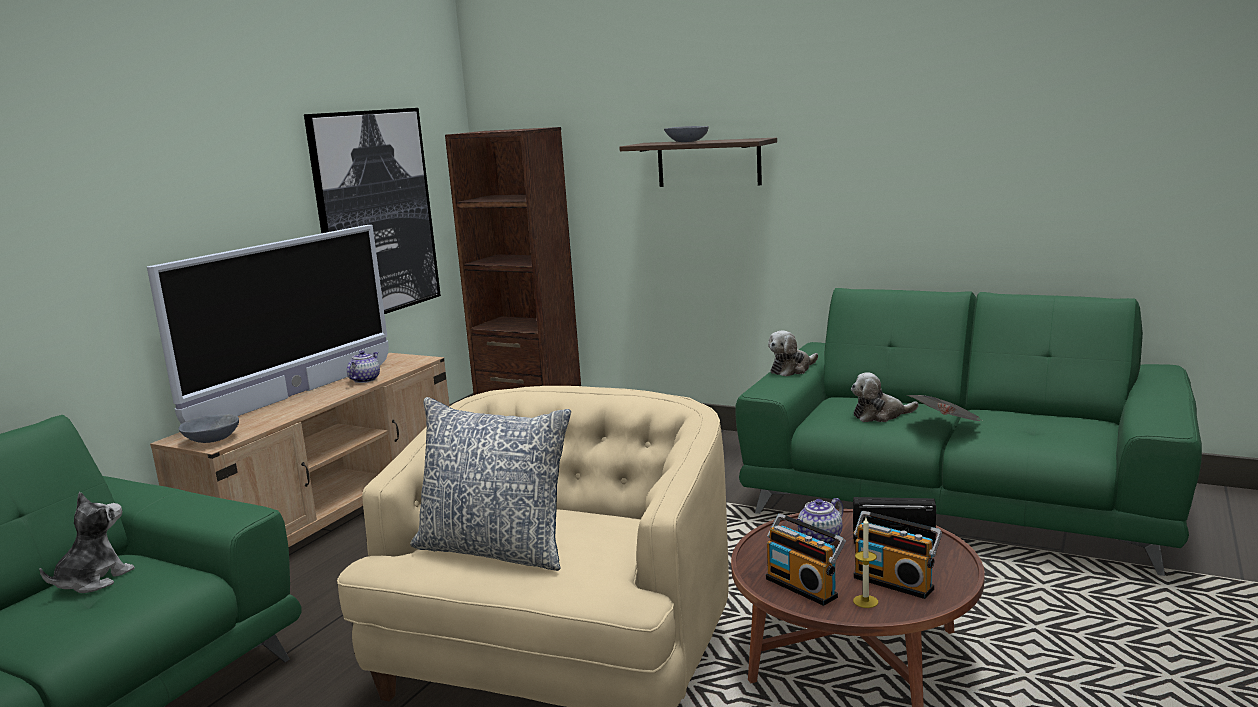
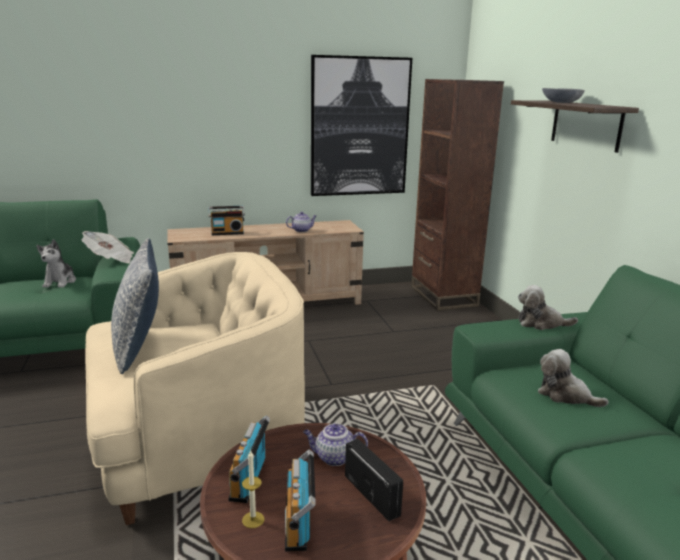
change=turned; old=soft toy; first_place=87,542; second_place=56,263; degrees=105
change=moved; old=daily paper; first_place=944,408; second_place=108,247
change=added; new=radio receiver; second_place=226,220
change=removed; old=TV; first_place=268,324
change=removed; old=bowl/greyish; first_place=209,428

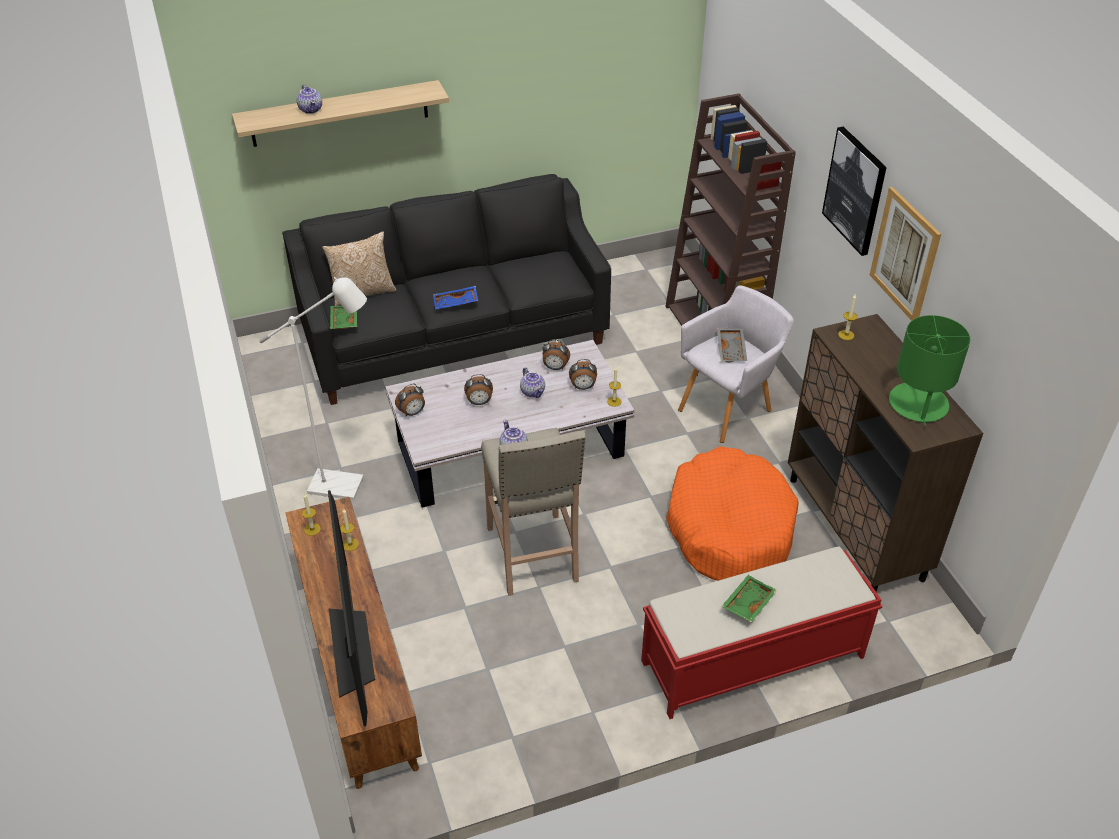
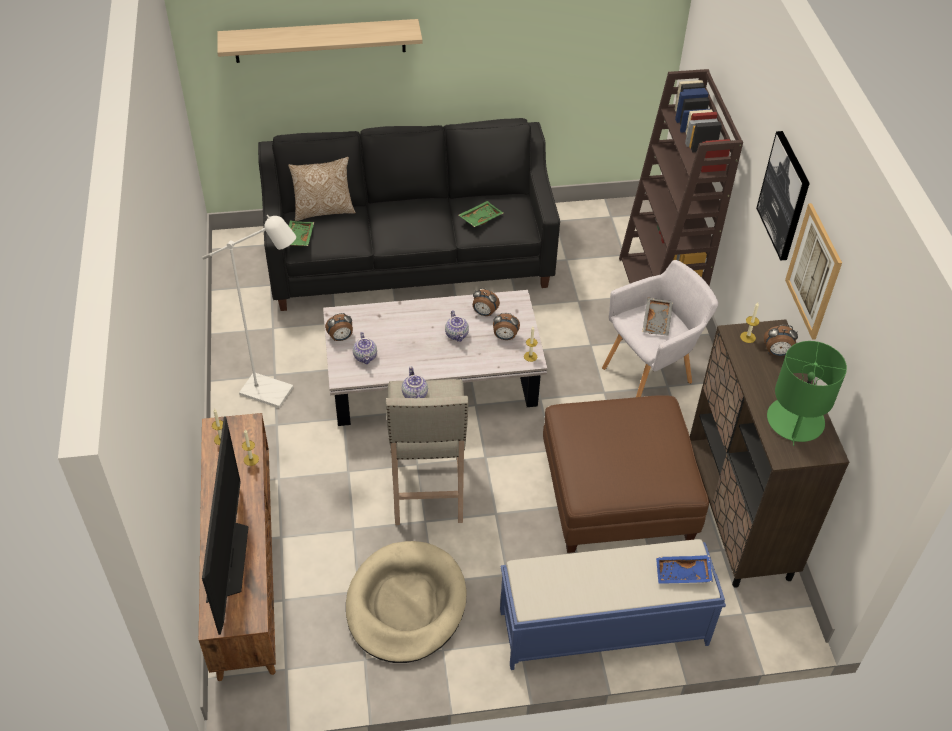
change=added; new=pet bed/sand-coloured; second_place=406,602
change=moved; old=pot for tea; first_place=309,99; second_place=365,348
change=moved; old=carrying tray/green-coloured; first_place=749,598; second_place=481,214
change=recoloured; old=indoor bench/reddish; new=indoor bench/blue-coloured; first_place=761,633; second_place=613,604
change=replaced; old=pet bed/orange; new=footrest/brown; first_place=732,513; second_place=626,474
change=moved; old=carrying tray/blue-coloured; first_place=455,297; second_place=684,569
change=moved; old=alarm clock; first_place=478,389; second_place=781,340

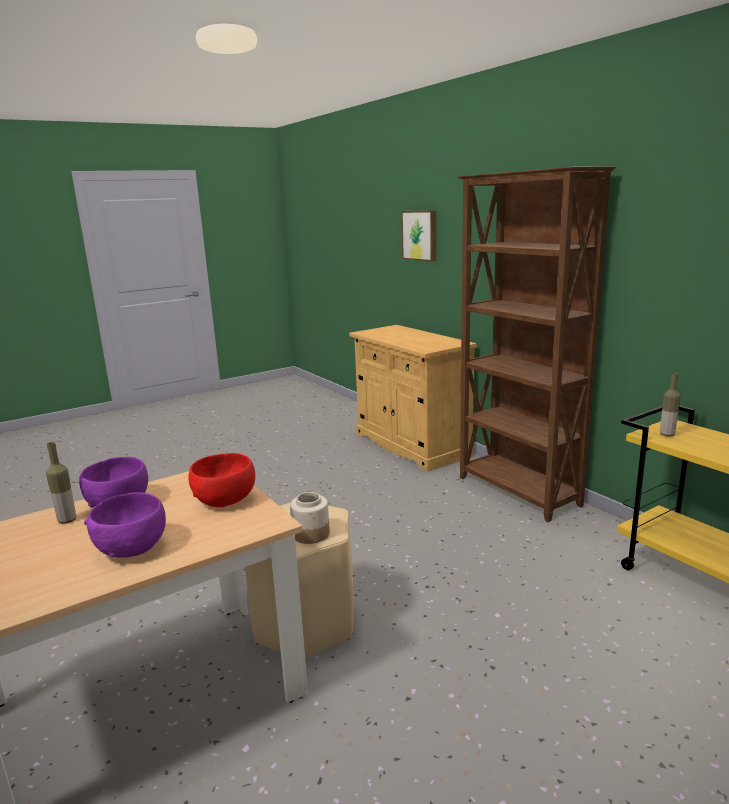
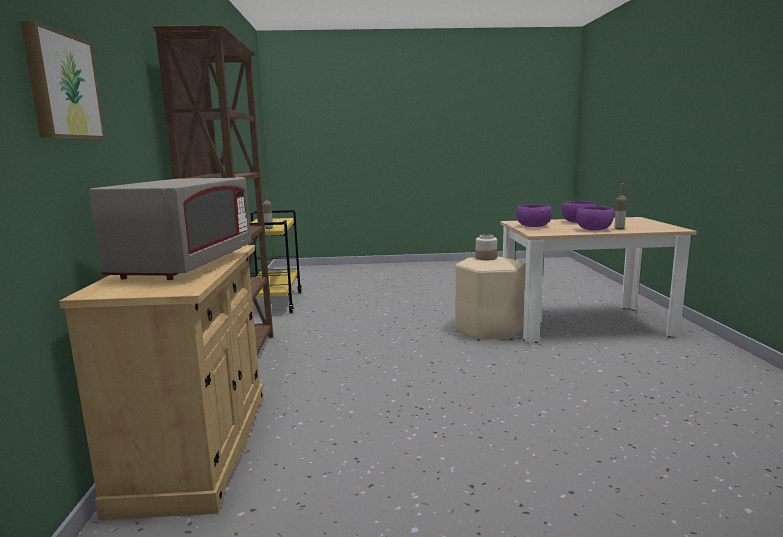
change=added; new=microwave/greyish; second_place=170,228
change=recoloured; old=bowl/reddish; new=bowl/purple-coloured; first_place=221,480; second_place=534,215

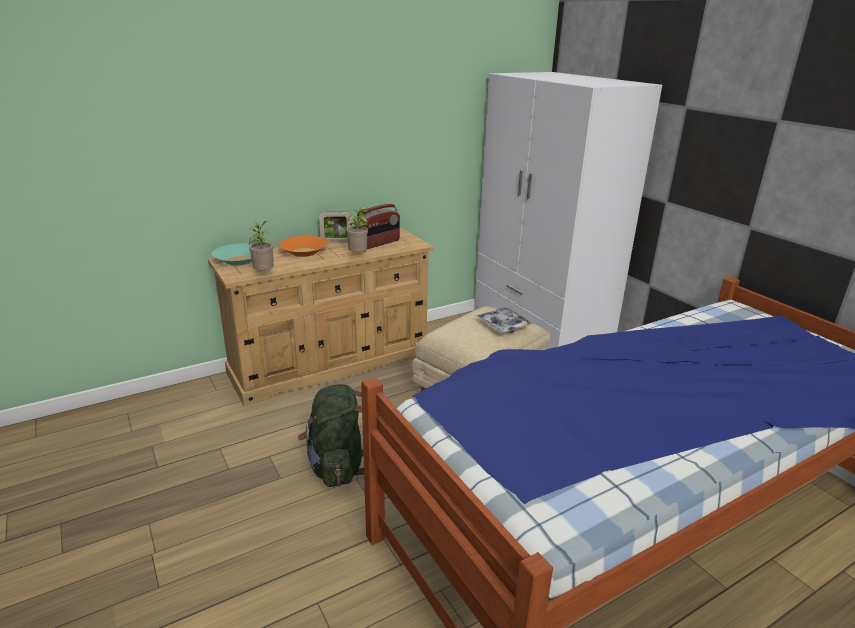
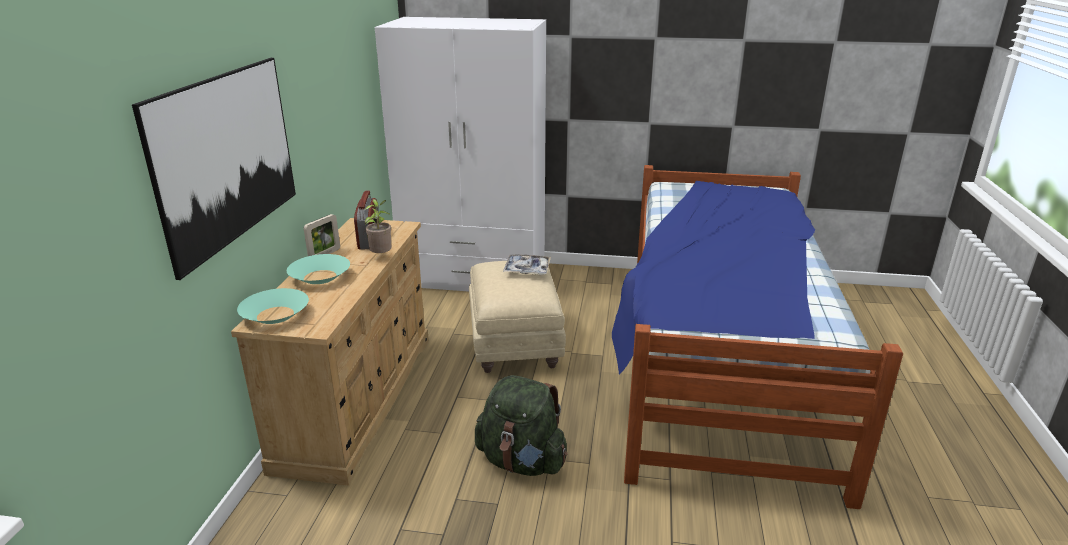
change=added; new=picture; second_place=214,169
change=recoloured; old=bowl/orange; new=bowl/turquoise; first_place=303,246; second_place=318,269
change=removed; old=plant in a pot; first_place=261,246

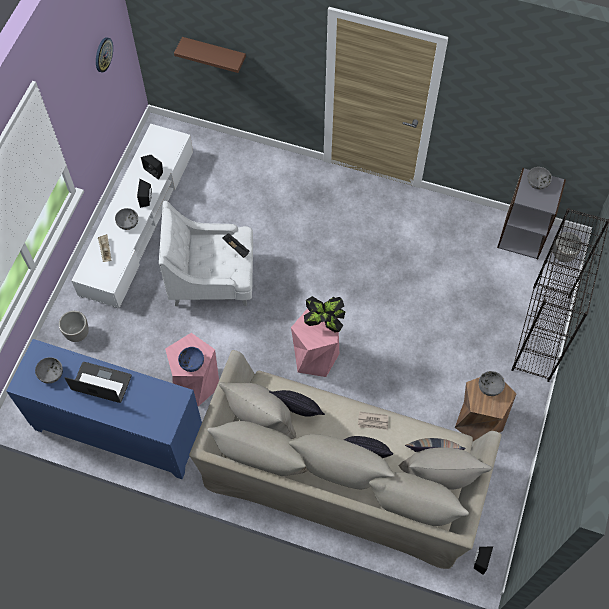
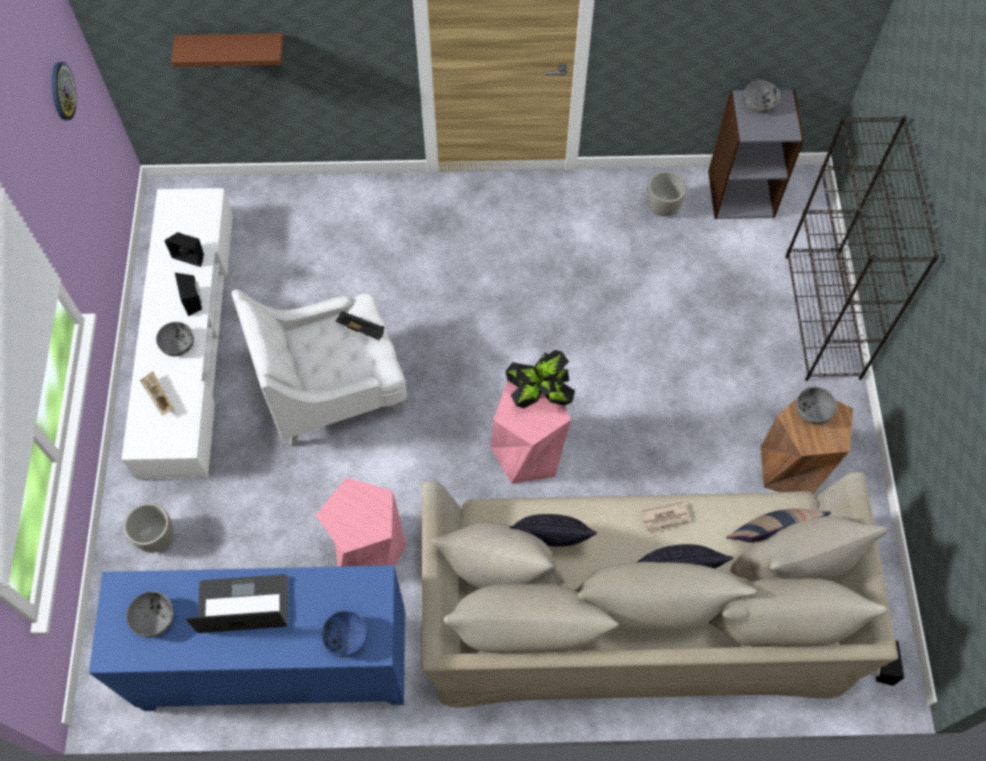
change=moved; old=bowl/blue-coloured; first_place=191,359; second_place=344,634
change=moved; old=plant pot; first_place=567,247; second_place=667,193

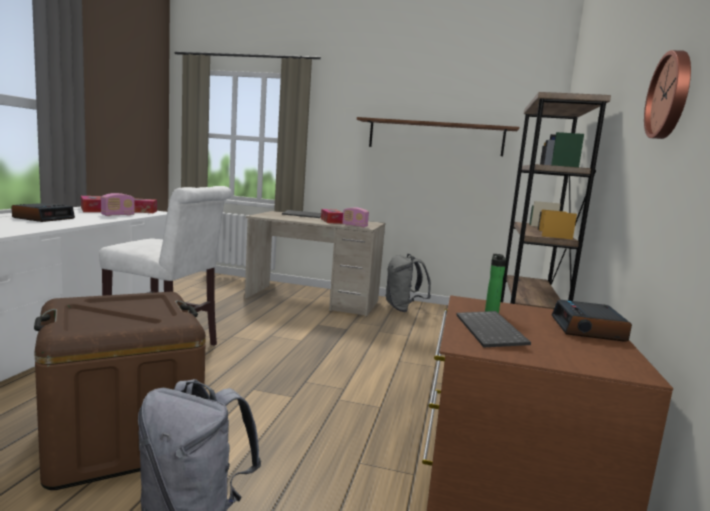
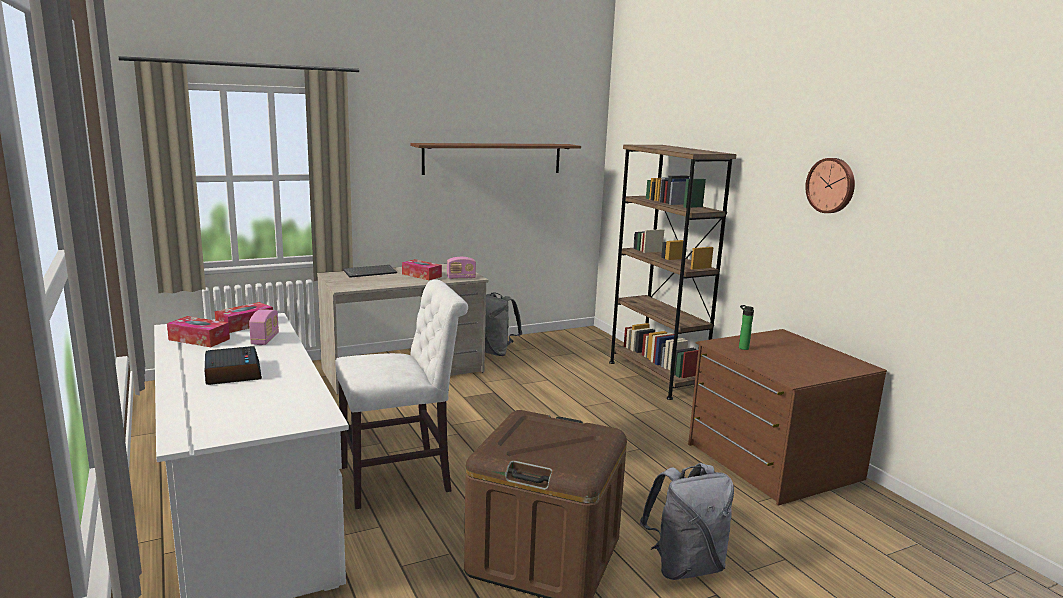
change=removed; old=computer keyboard; first_place=493,329
change=removed; old=alarm clock; first_place=592,320

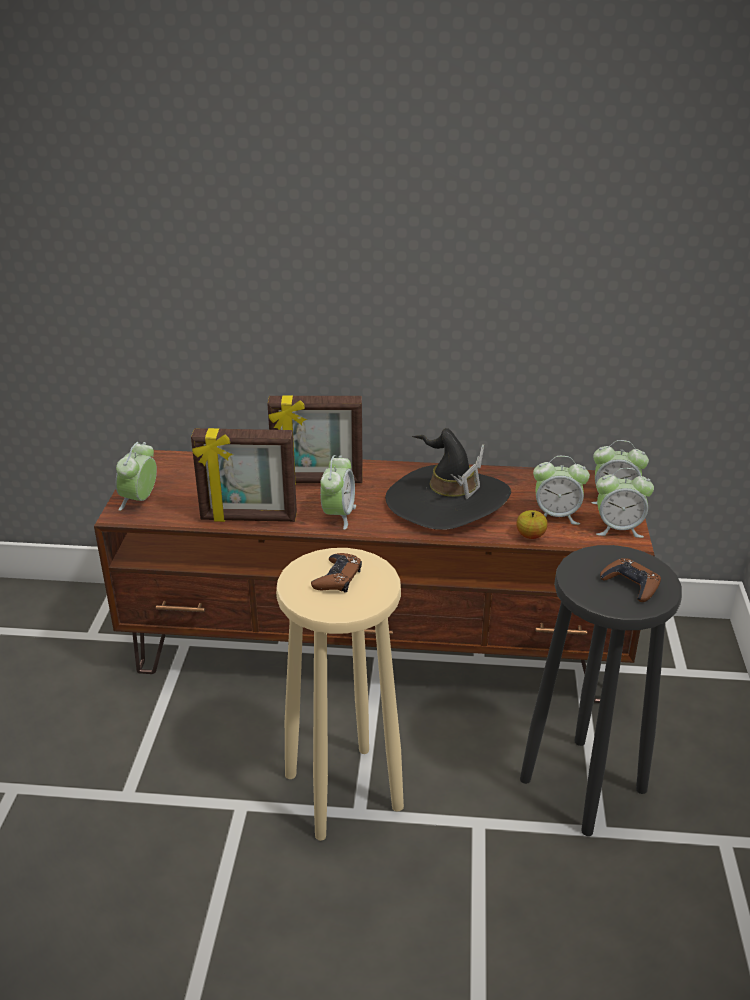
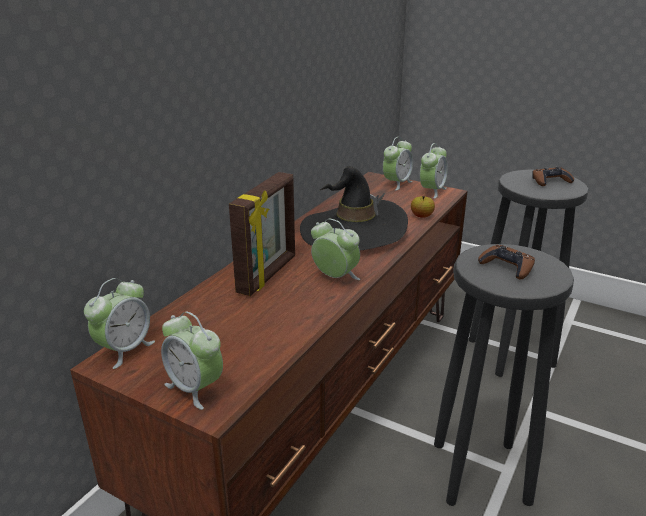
change=moved; old=alarm clock; first_place=561,490; second_place=119,323
change=recoloured; old=stool seat/sand-coloured; new=stool seat/black; first_place=340,694; second_place=504,375
change=removed; old=photo frame; first_place=244,475

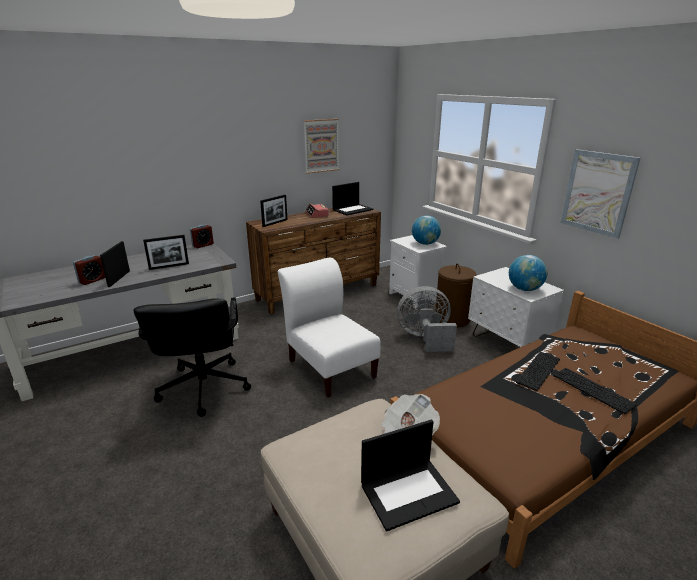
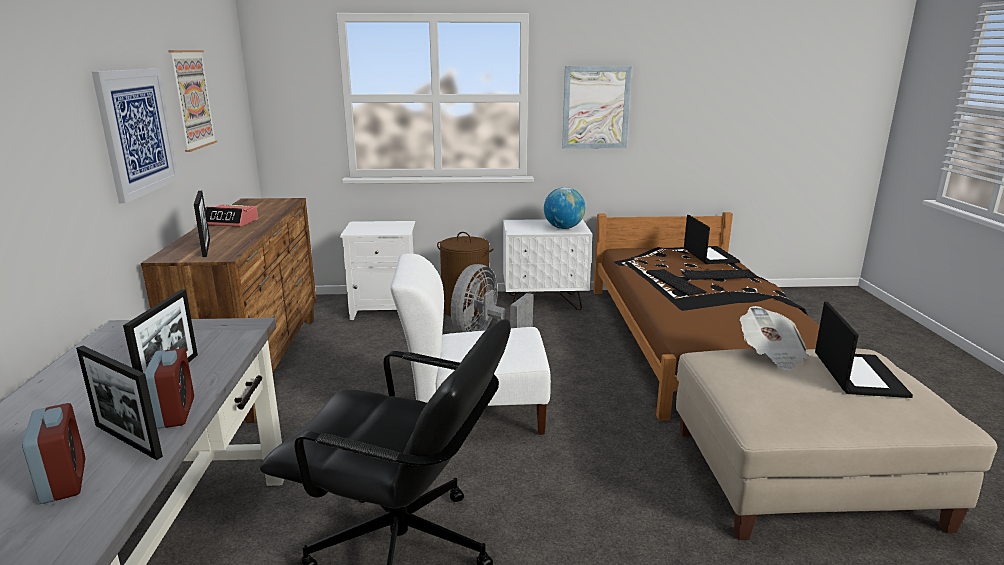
change=added; new=picture; second_place=135,135
change=moved; old=alarm clock; first_place=202,236; second_place=169,388
change=moved; old=laptop; first_place=353,199; second_place=712,239
change=removed; old=desk globe; first_place=426,230

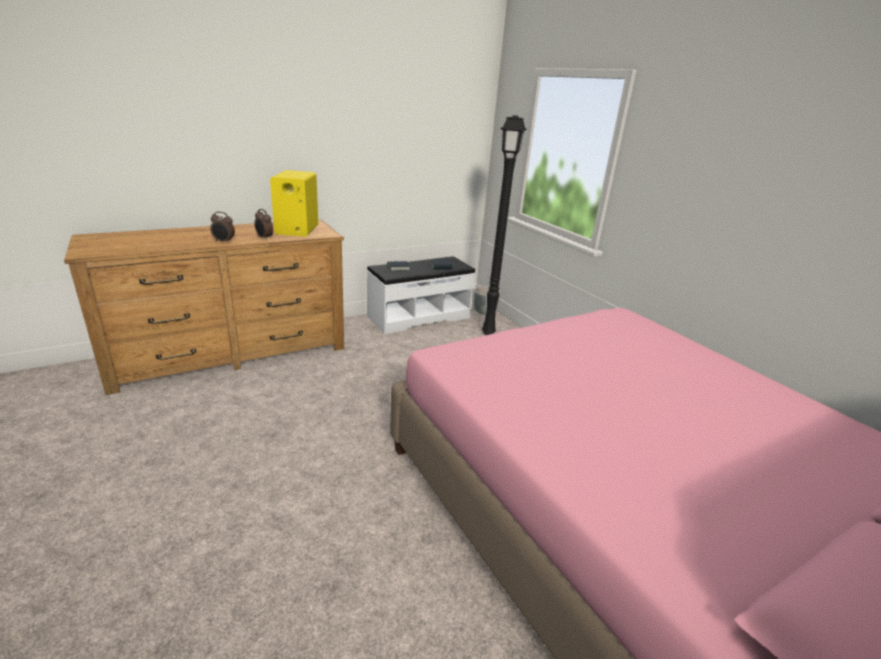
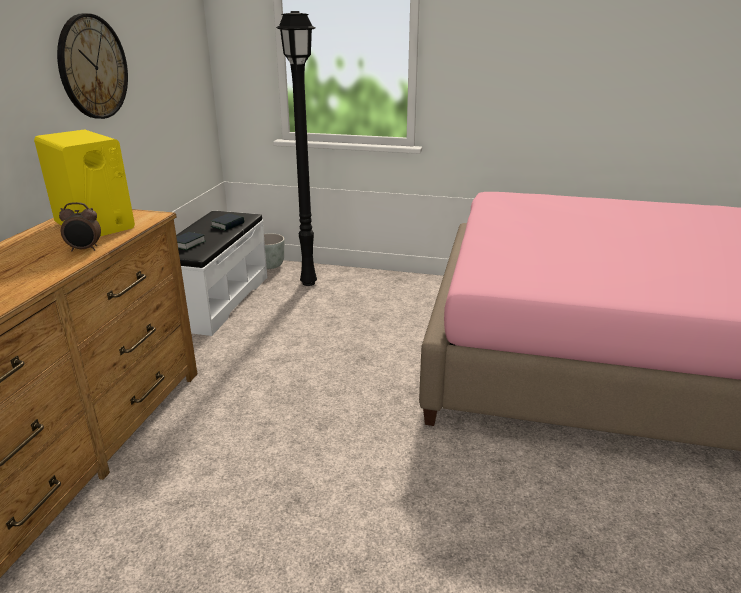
change=added; new=clock on the wall; second_place=92,66
change=removed; old=alarm clock; first_place=222,227

